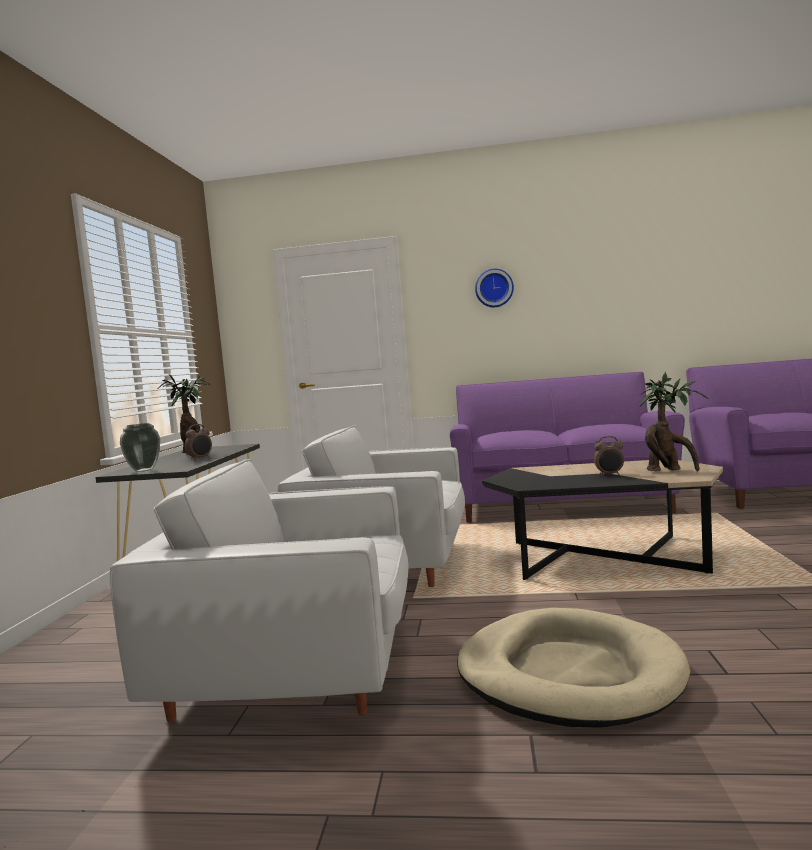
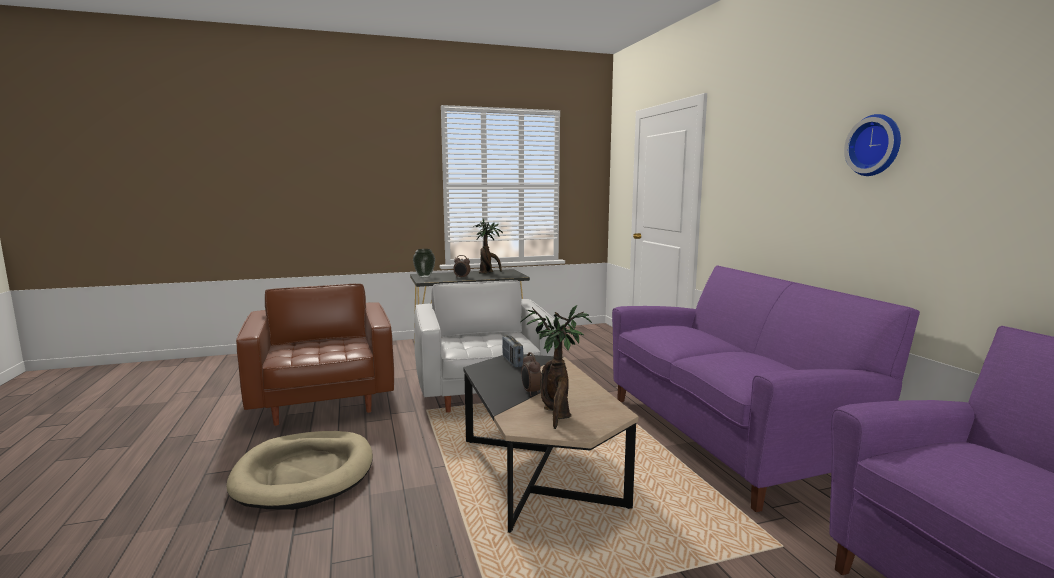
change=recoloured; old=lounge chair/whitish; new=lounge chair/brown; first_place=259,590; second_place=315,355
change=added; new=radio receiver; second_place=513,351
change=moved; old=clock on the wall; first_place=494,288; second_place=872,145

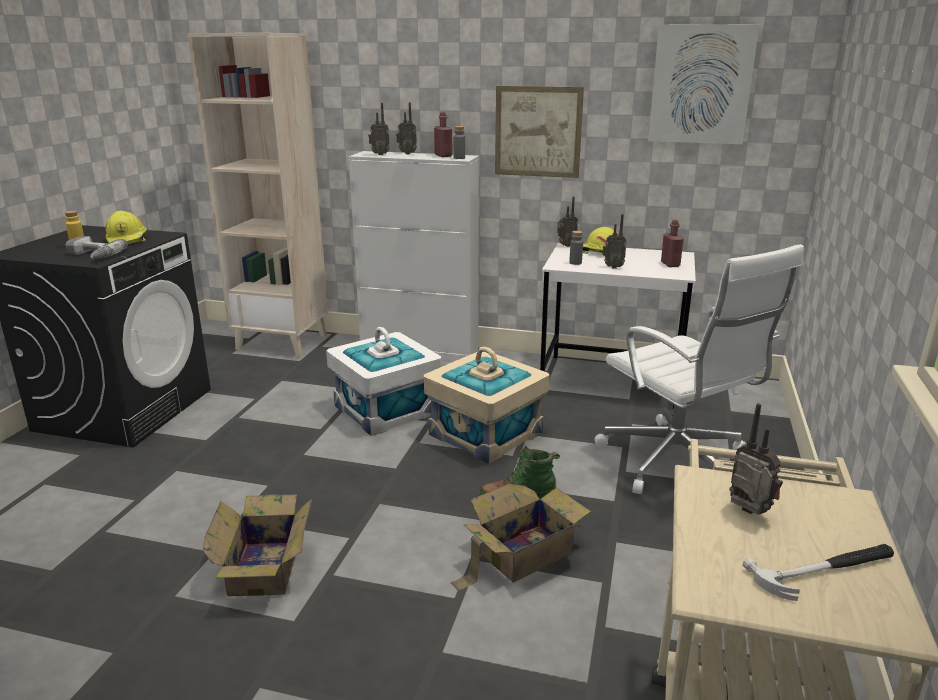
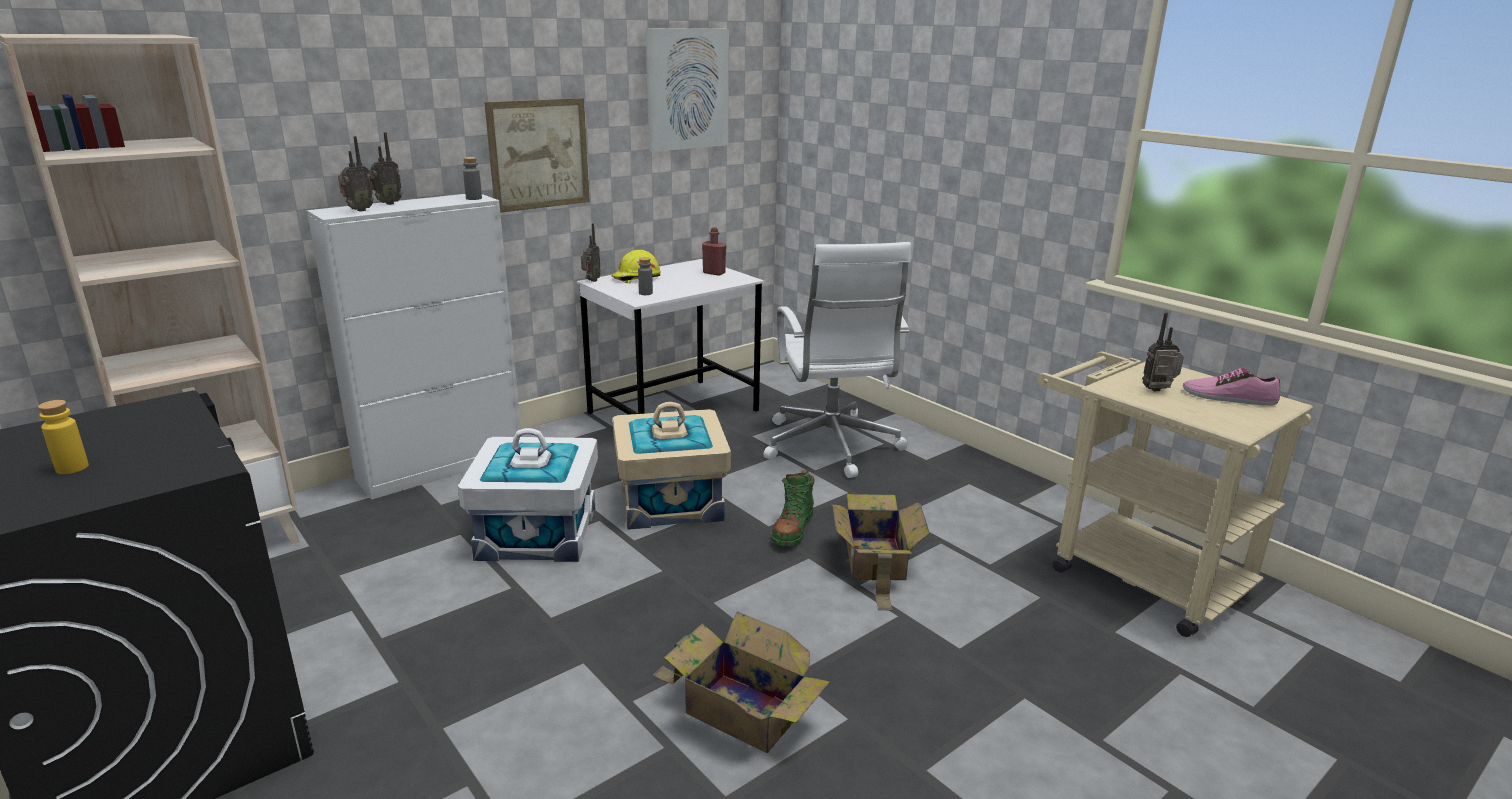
change=turned; old=computer chair/whitish; first_place=699,369; second_place=837,360; degrees=75
change=replaced; old=hammer; new=low shoe; first_place=818,572; second_place=1231,387
change=removed; old=drill; first_place=97,247
change=removed; old=hard hat/yellowish; first_place=126,227
change=removed; old=drink bottle/reddish; first_place=443,134
change=removed; old=radio receiver; first_place=614,241

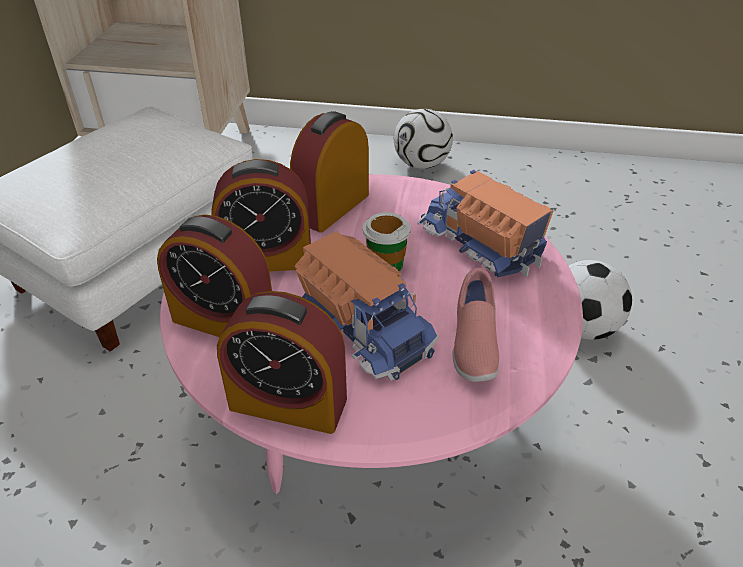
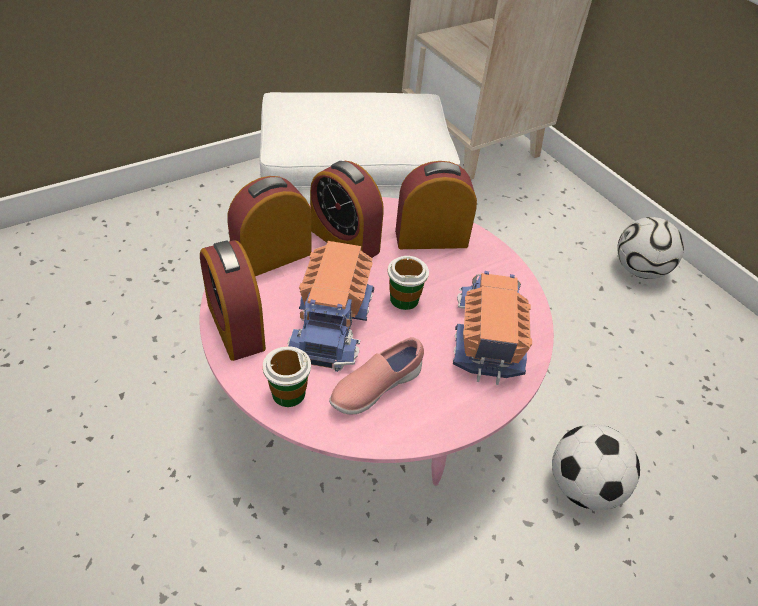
change=turned; old=alarm clock; first_place=214,276; second_place=269,226; degrees=75
change=added; new=cup; second_place=287,376

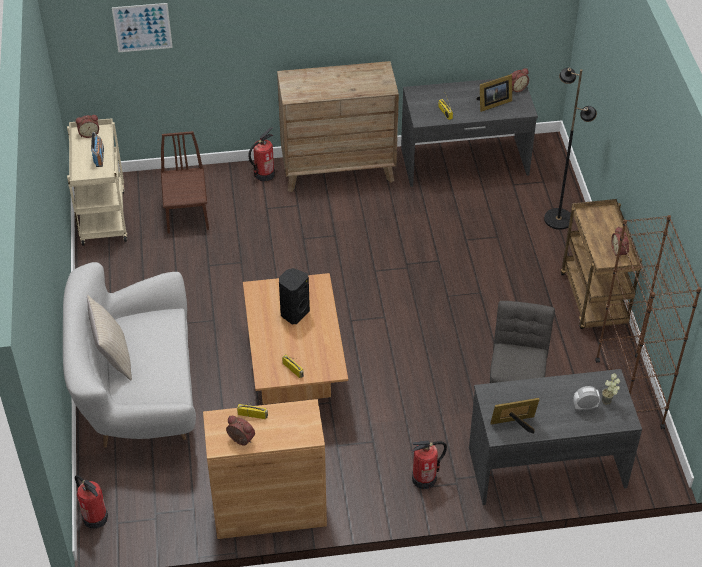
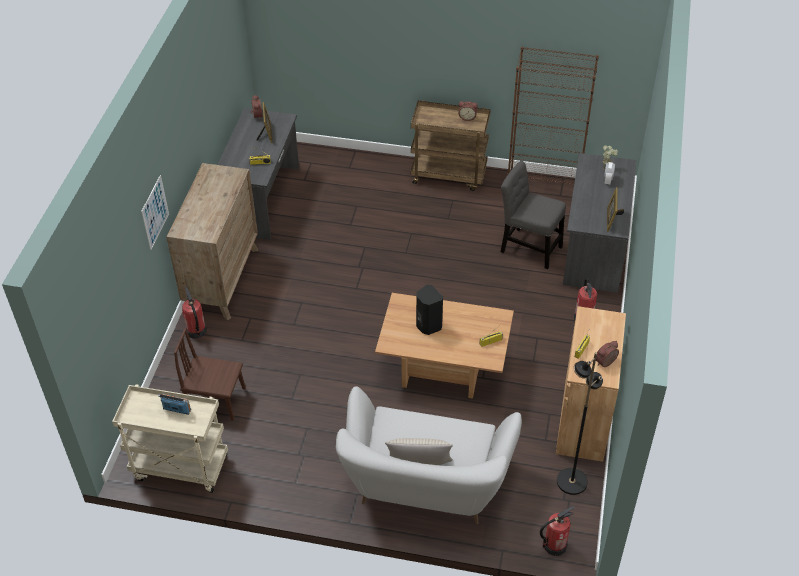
change=moved; old=picture; first_place=142,27; second_place=155,212
change=moved; old=floor lamp/black; first_place=570,149; second_place=580,423
change=removed; old=alarm clock; first_place=87,126

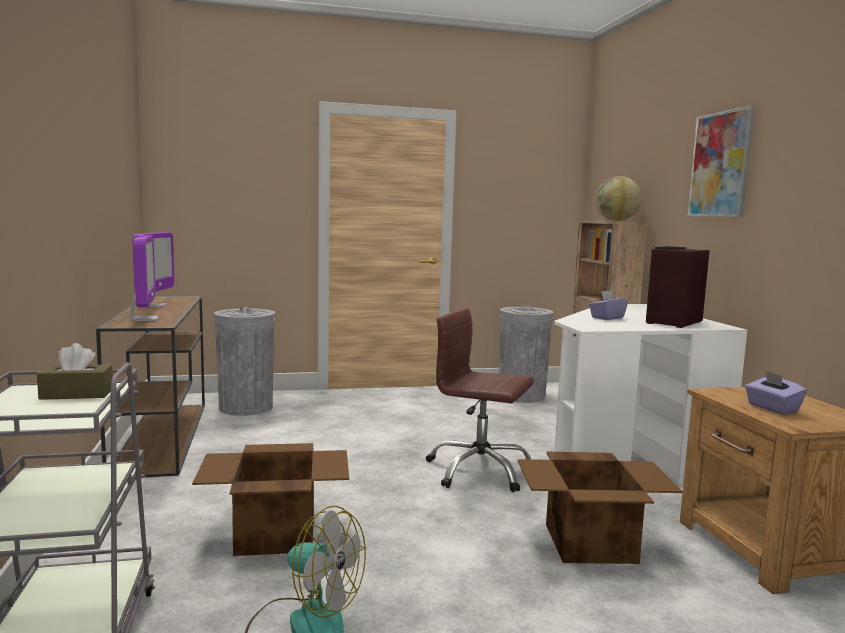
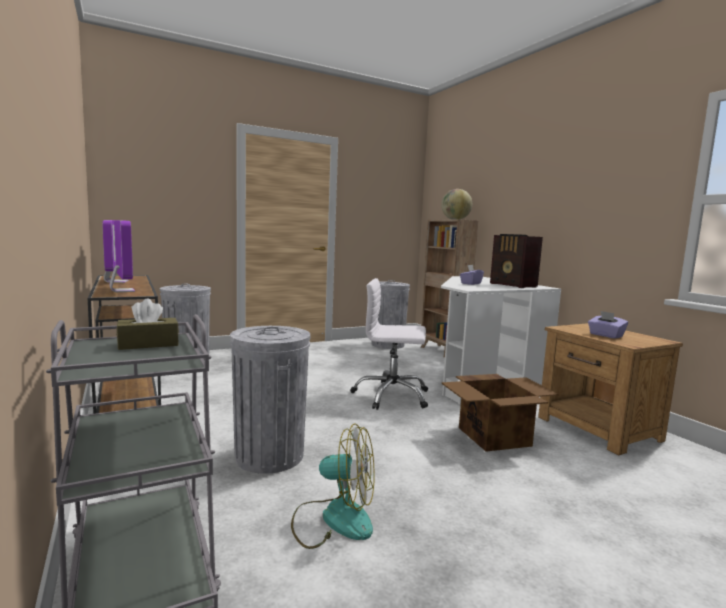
change=replaced; old=cardboard box; new=waste bin/greyish; first_place=270,499; second_place=270,400
change=recoloured; old=computer chair/brown; new=computer chair/whitish; first_place=479,400; second_place=389,344
change=turned; old=radio receiver; first_place=678,287; second_place=516,261; degrees=-60
change=removed; old=picture; first_place=721,161

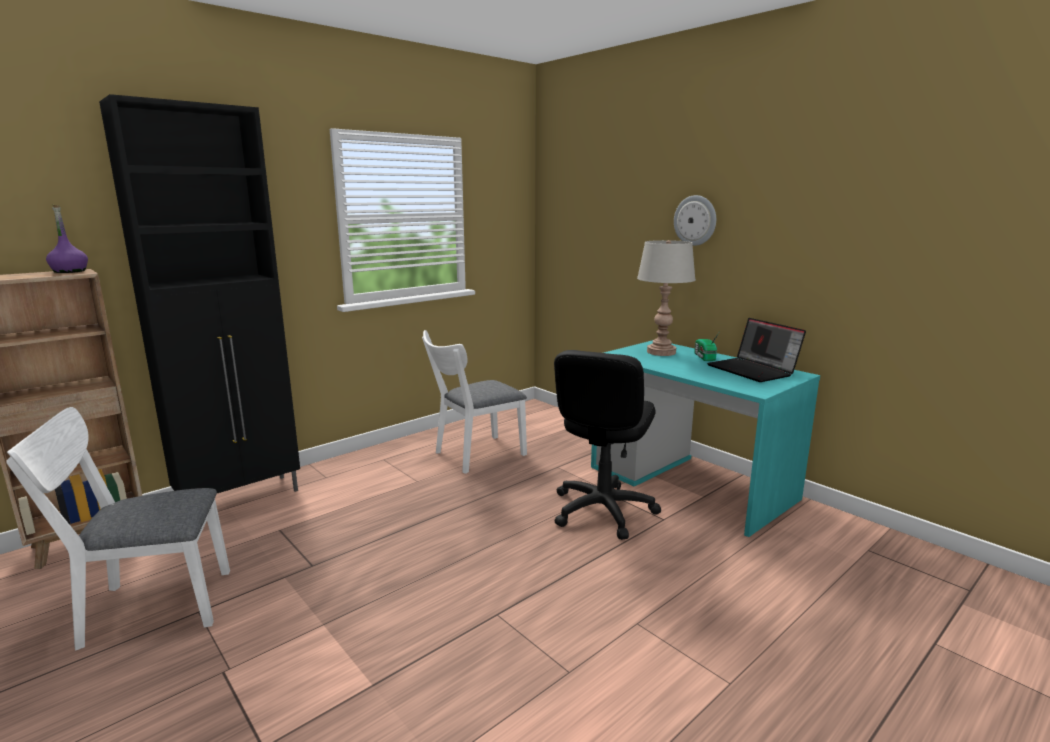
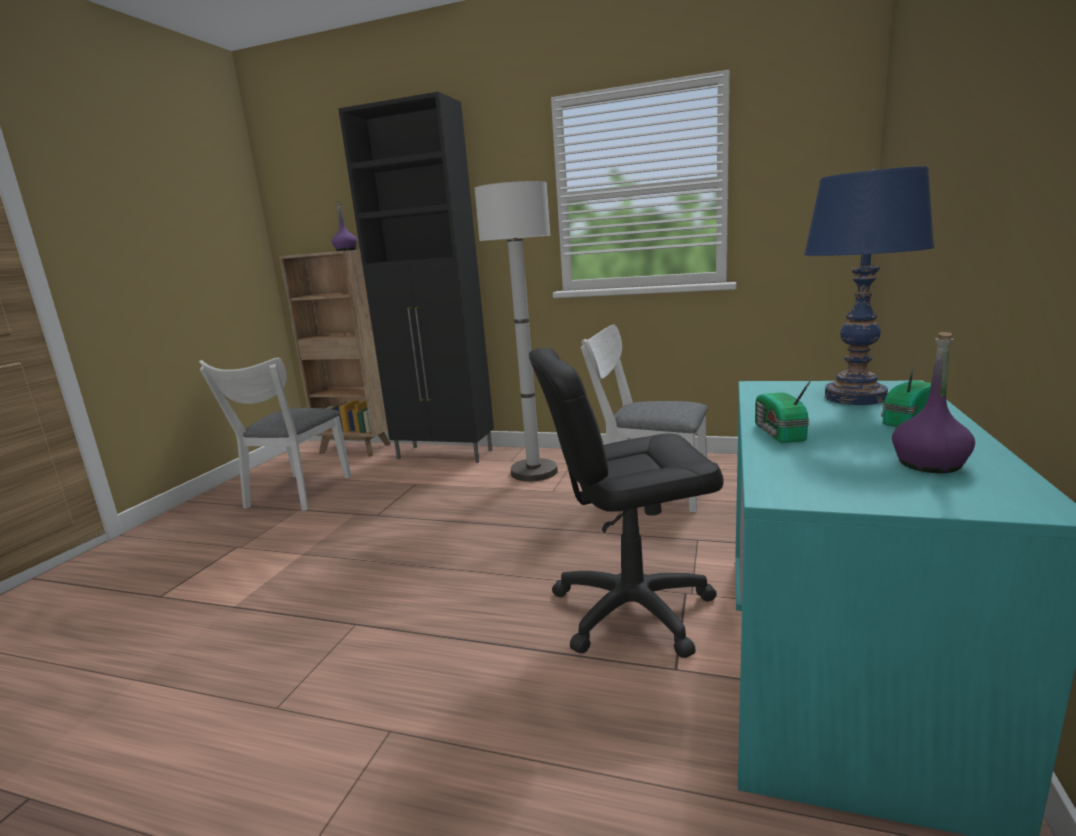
change=turned; old=plain chair/whitish; first_place=118,529; second_place=275,434; degrees=-120
change=added; new=floor lamp/whitish; second_place=516,331
change=added; new=radio receiver; second_place=785,408
change=recoloured; old=tabletop lamp/greyish; new=tabletop lamp/blue-coloured; first_place=666,298; second_place=869,285
change=replaced; old=laptop; new=drink bottle/purple-coloured; first_place=756,350; second_place=933,402
change=removed; old=clock on the wall; first_place=695,220

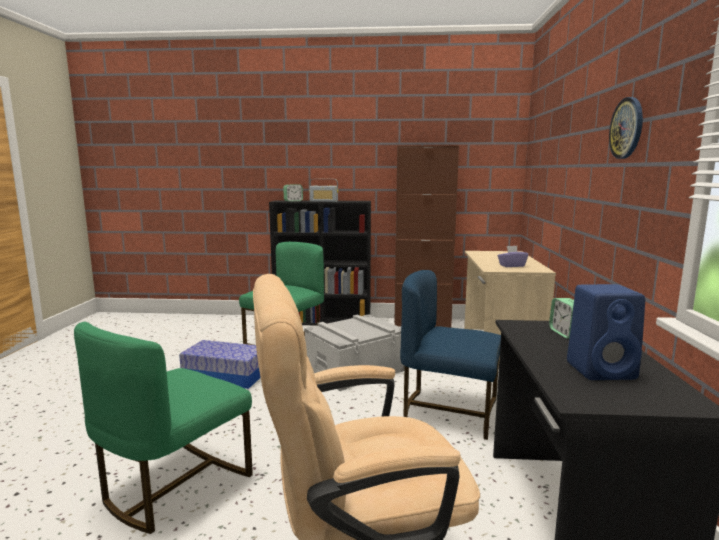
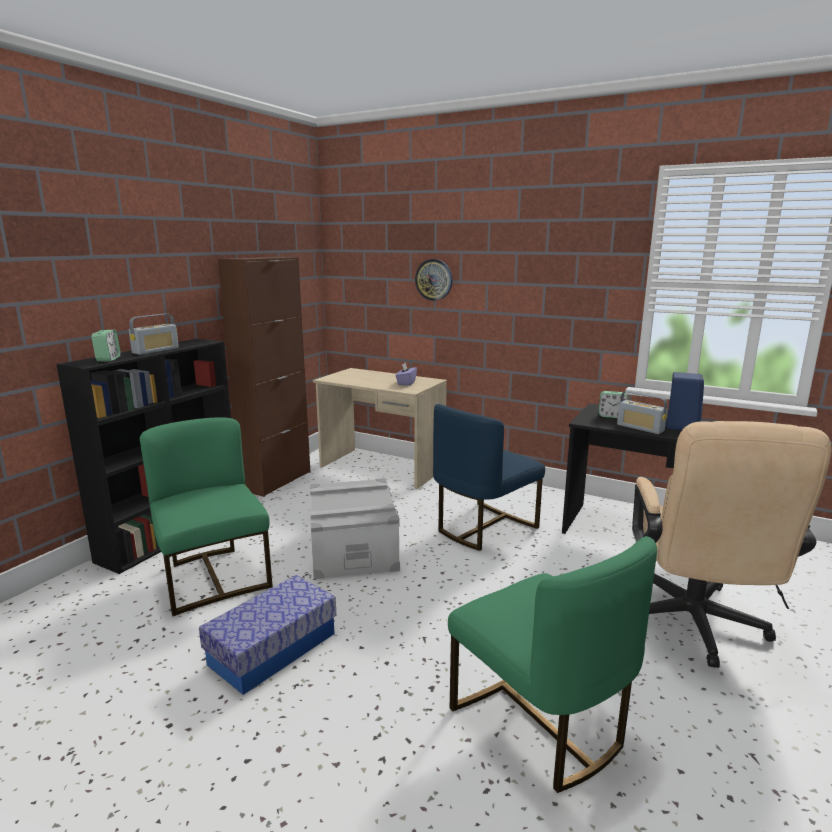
change=moved; old=clock on the wall; first_place=626,128; second_place=434,280
change=added; new=radio receiver; second_place=642,412

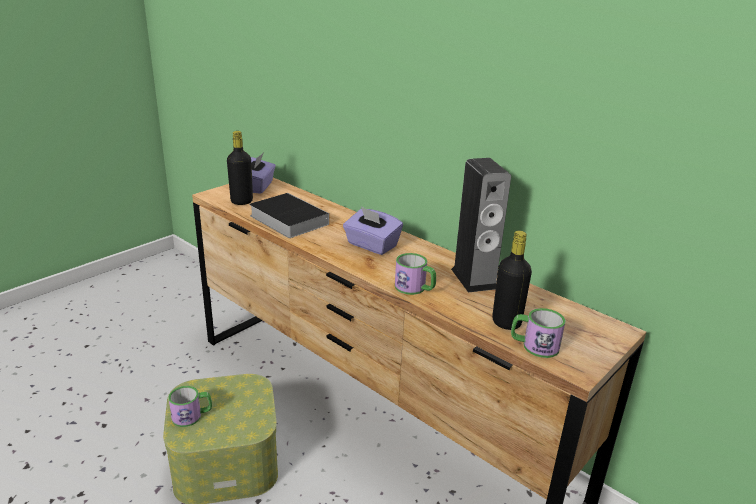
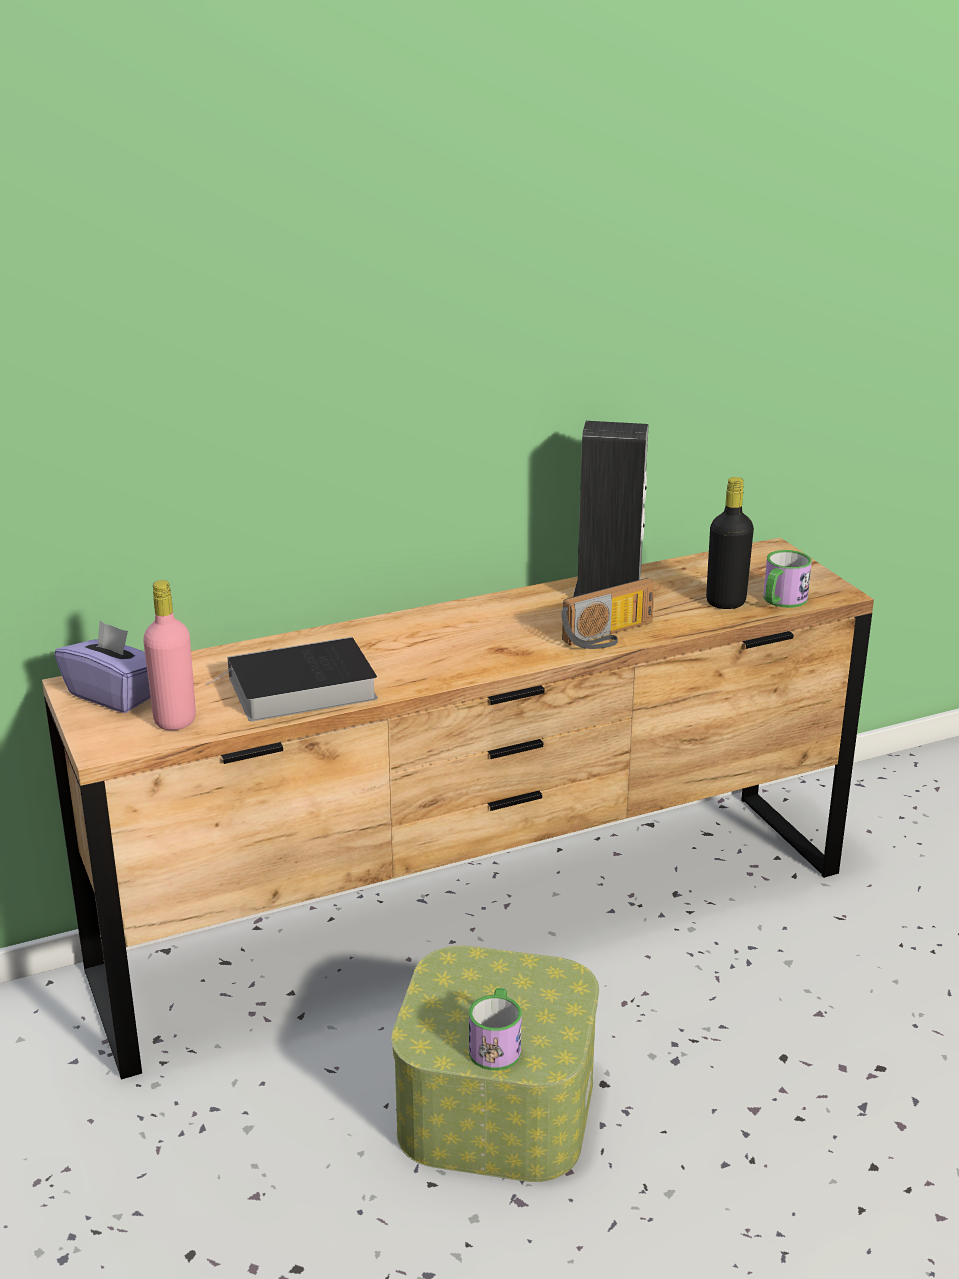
change=recoloured; old=drink bottle/black; new=drink bottle/pink-coloured; first_place=240,168; second_place=169,655
change=replaced; old=coffee mug; new=radio receiver; first_place=415,274; second_place=608,613
change=removed; old=box of tissues/purple-coloured; first_place=373,231

